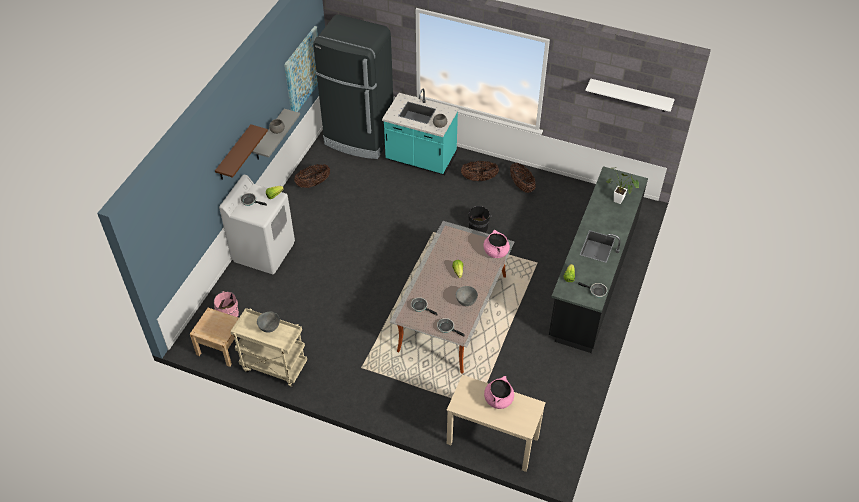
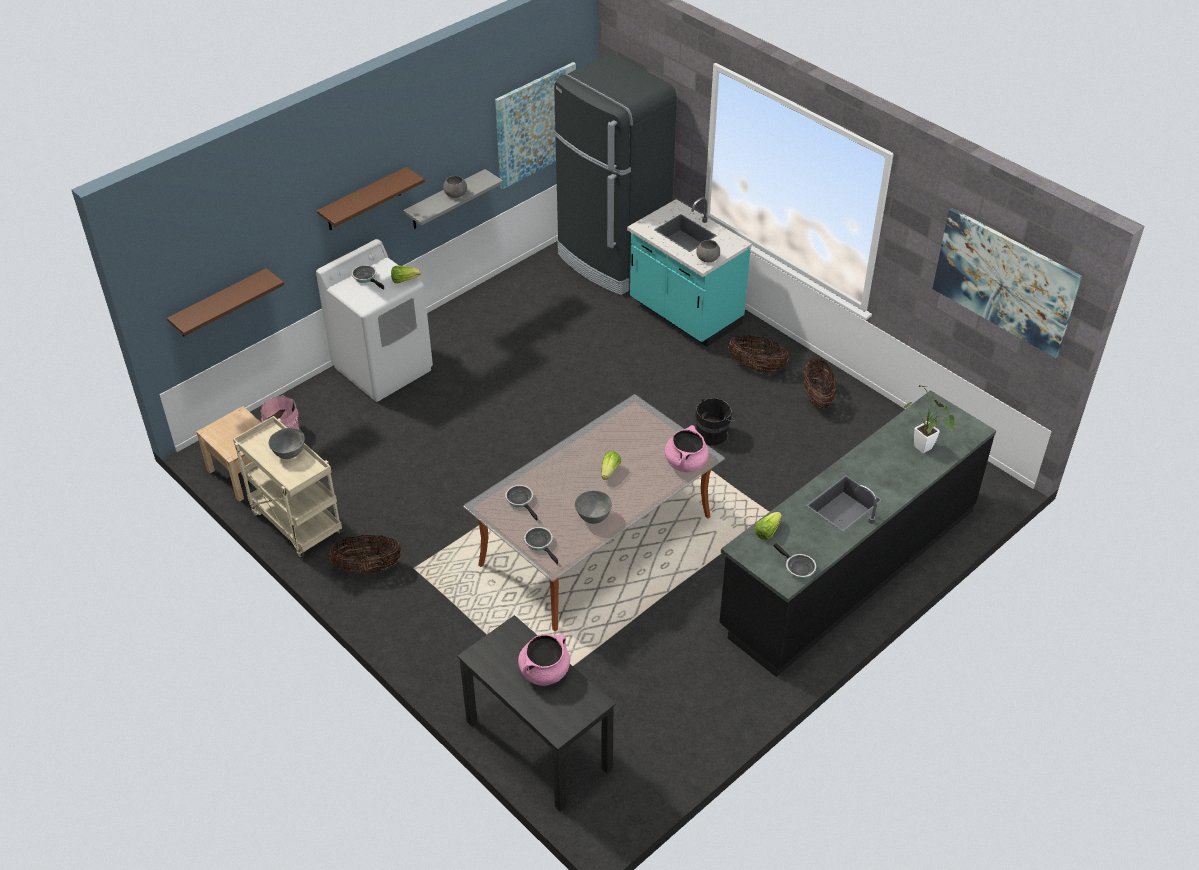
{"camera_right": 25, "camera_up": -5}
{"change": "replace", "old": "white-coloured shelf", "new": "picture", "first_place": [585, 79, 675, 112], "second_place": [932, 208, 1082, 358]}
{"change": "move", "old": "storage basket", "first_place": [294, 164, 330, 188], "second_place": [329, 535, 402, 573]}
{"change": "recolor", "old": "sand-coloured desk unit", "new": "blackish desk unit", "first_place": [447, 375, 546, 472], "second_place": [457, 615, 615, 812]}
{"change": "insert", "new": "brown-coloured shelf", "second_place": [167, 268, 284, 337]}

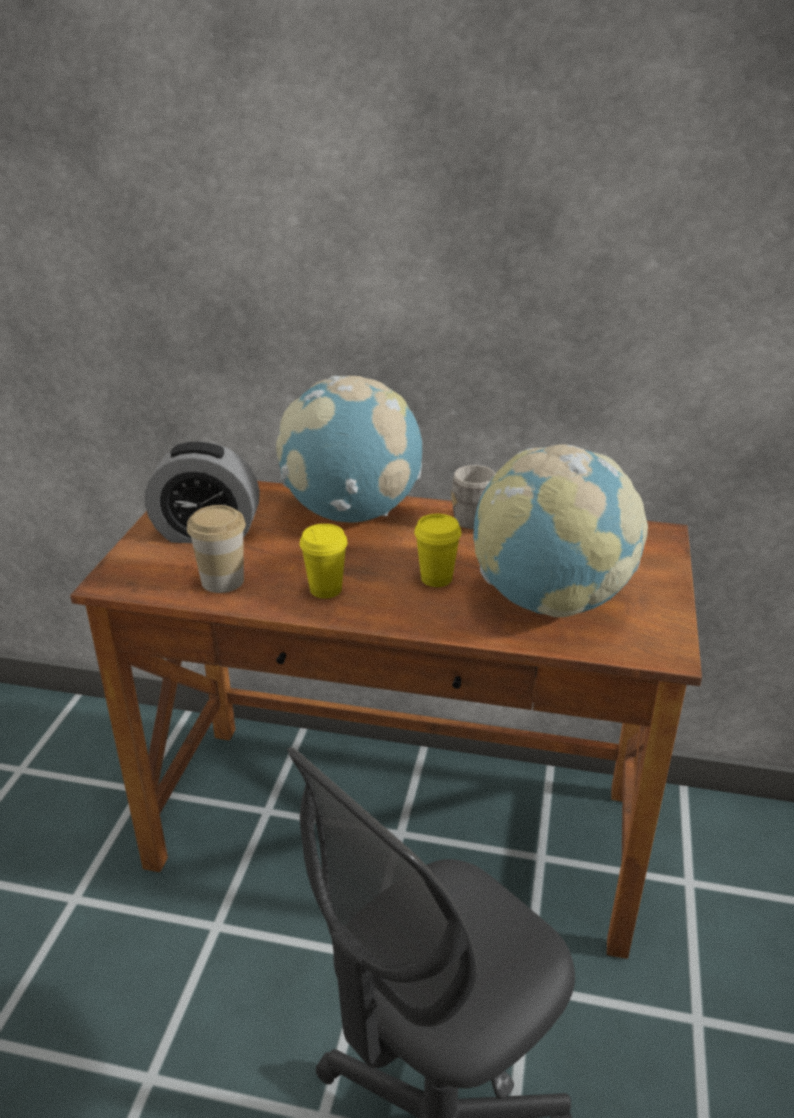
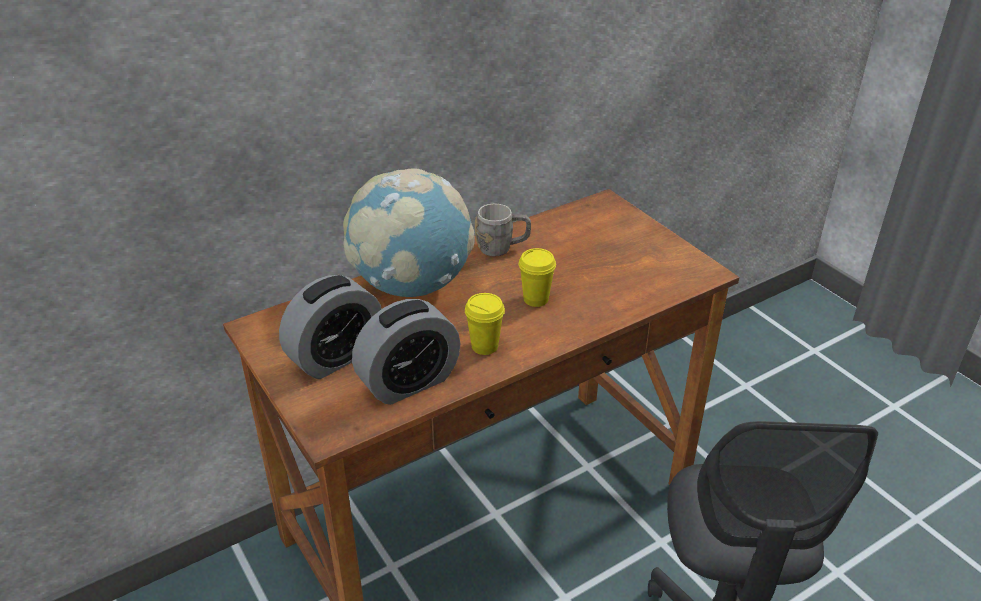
{"camera_right": -45, "camera_up": 5}
{"change": "delete", "old": "globe", "first_place": [473, 444, 648, 617]}
{"change": "replace", "old": "drinking cup", "new": "alarm clock", "first_place": [187, 505, 246, 593], "second_place": [352, 299, 460, 405]}

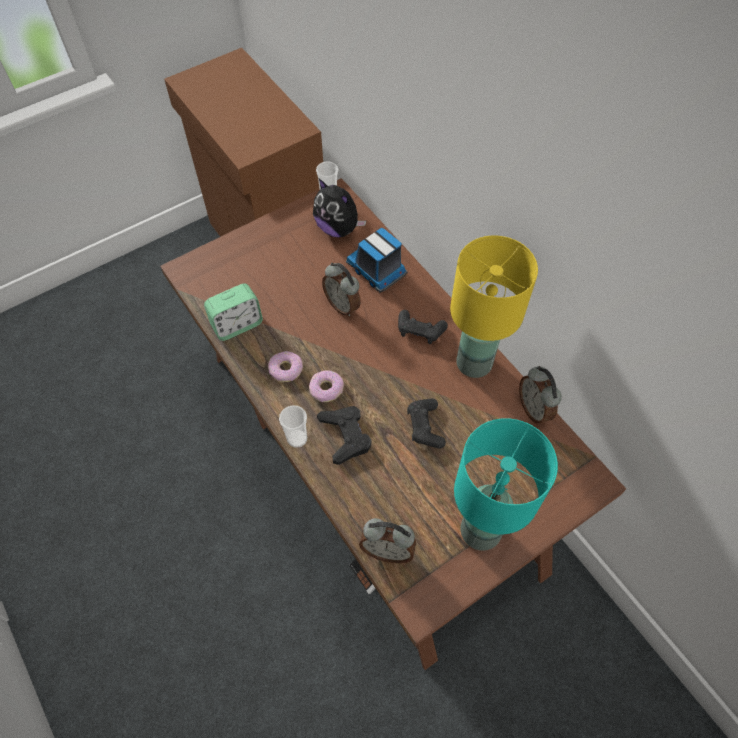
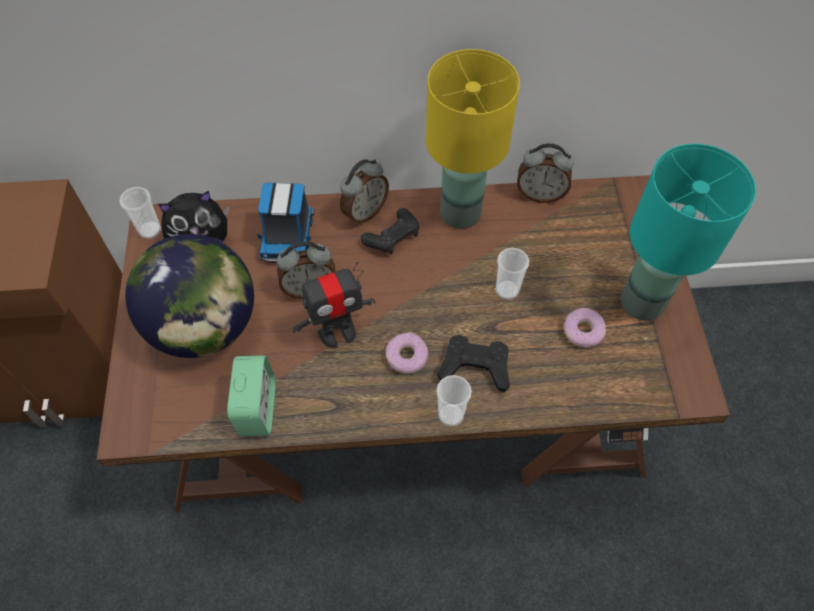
{"camera_right": -60, "camera_up": 0}
{"change": "rotate", "old": "toy truck", "first_place": [346, 228, 408, 292], "second_place": [257, 183, 314, 263], "degrees": -75}
{"change": "move", "old": "donut", "first_place": [268, 351, 303, 382], "second_place": [563, 308, 606, 348]}
{"change": "replace", "old": "blackish game controller", "new": "drinking cup", "first_place": [407, 398, 446, 449], "second_place": [496, 248, 529, 300]}
{"change": "move", "old": "alarm clock", "first_place": [359, 518, 416, 563], "second_place": [340, 159, 389, 225]}
{"change": "insert", "new": "globe", "second_place": [125, 234, 254, 358]}
{"change": "insert", "new": "model robot", "second_place": [292, 262, 375, 349]}

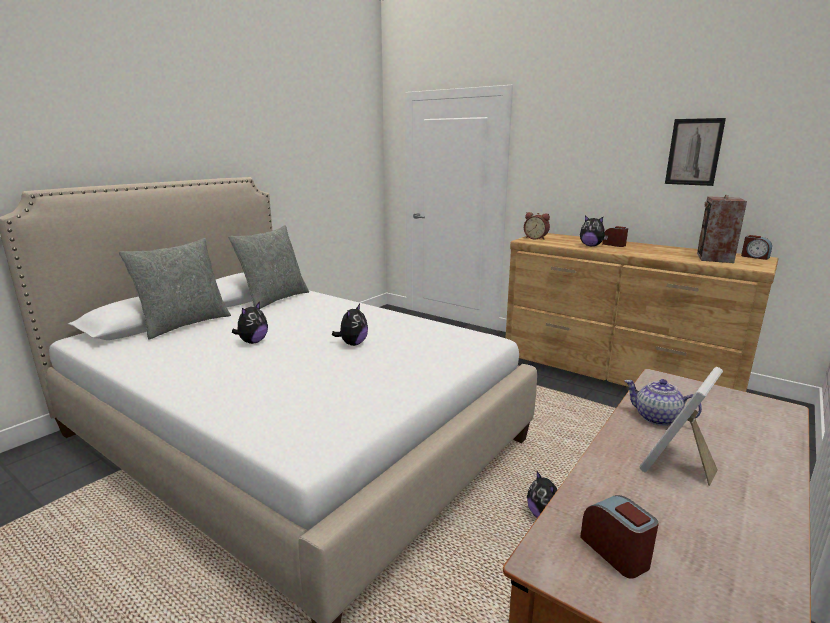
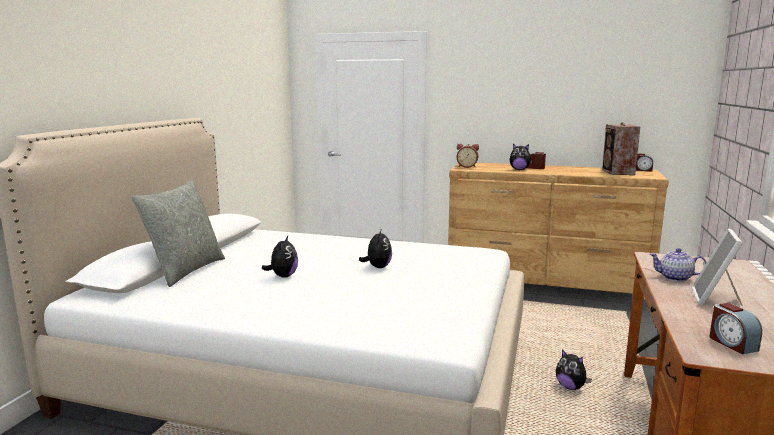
{"camera_right": -20, "camera_up": -5}
{"change": "delete", "old": "picture", "first_place": [665, 118, 726, 186]}
{"change": "delete", "old": "grey throw pillow", "first_place": [228, 225, 309, 309]}
{"change": "rotate", "old": "alarm clock", "first_place": [580, 495, 659, 579], "second_place": [709, 303, 762, 354], "degrees": -150}

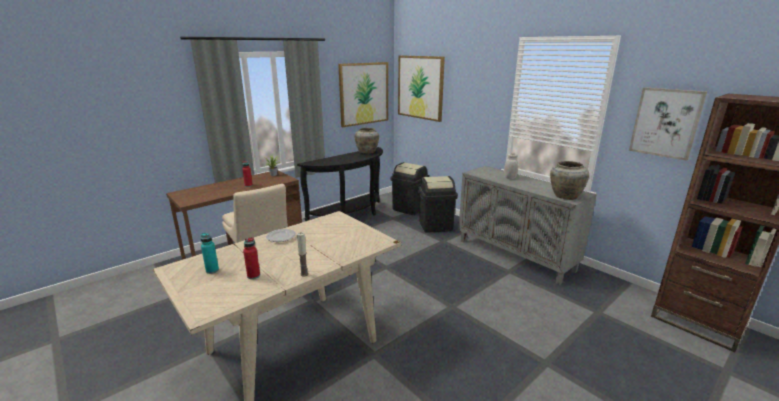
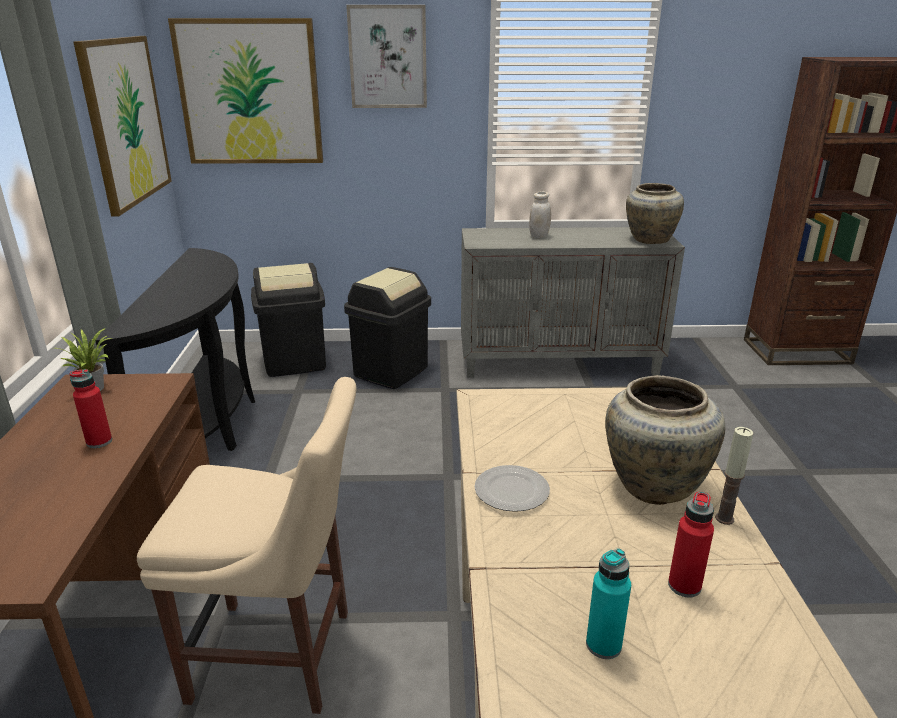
{"camera_right": -50, "camera_up": 5}
{"change": "move", "old": "picture", "first_place": [629, 87, 707, 161], "second_place": [346, 5, 427, 108]}
{"change": "move", "old": "sand-coloured flower vase", "first_place": [355, 128, 379, 154], "second_place": [605, 375, 725, 505]}

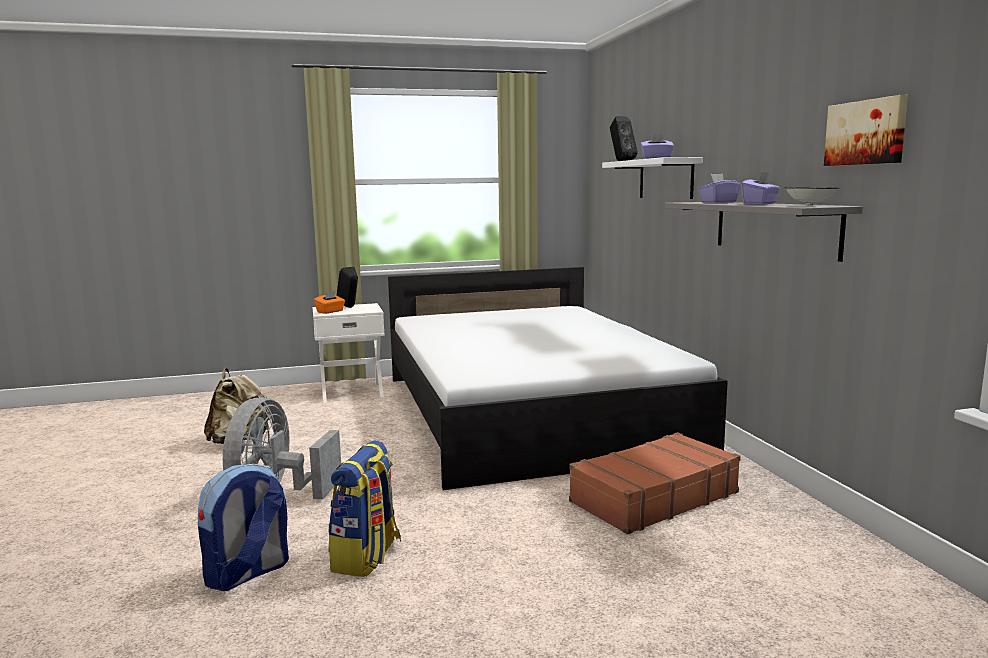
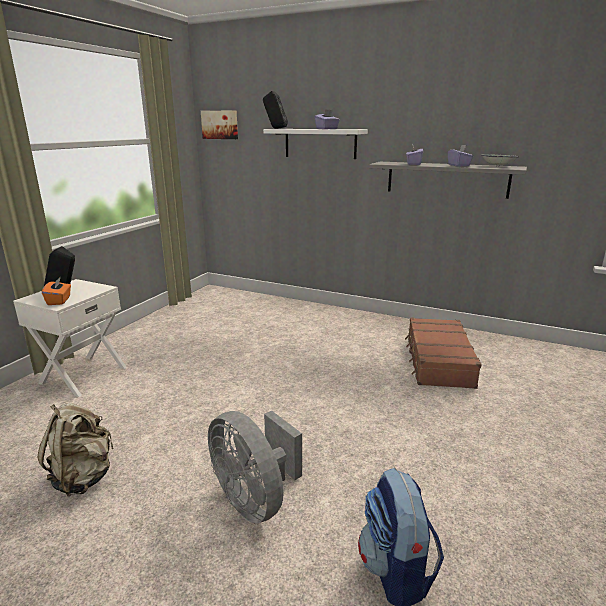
{"camera_right": -50, "camera_up": 10}
{"change": "move", "old": "picture", "first_place": [824, 95, 908, 166], "second_place": [201, 110, 238, 139]}
{"change": "delete", "old": "white-coloured bed", "first_place": [388, 267, 728, 490]}
{"change": "delete", "old": "backpack", "first_place": [329, 441, 401, 577]}

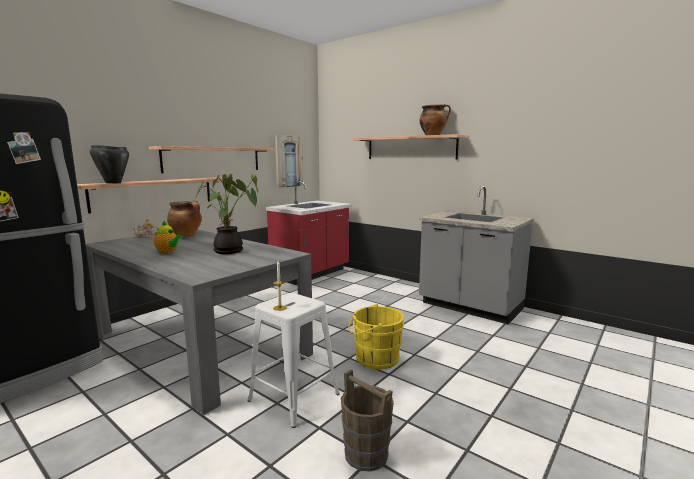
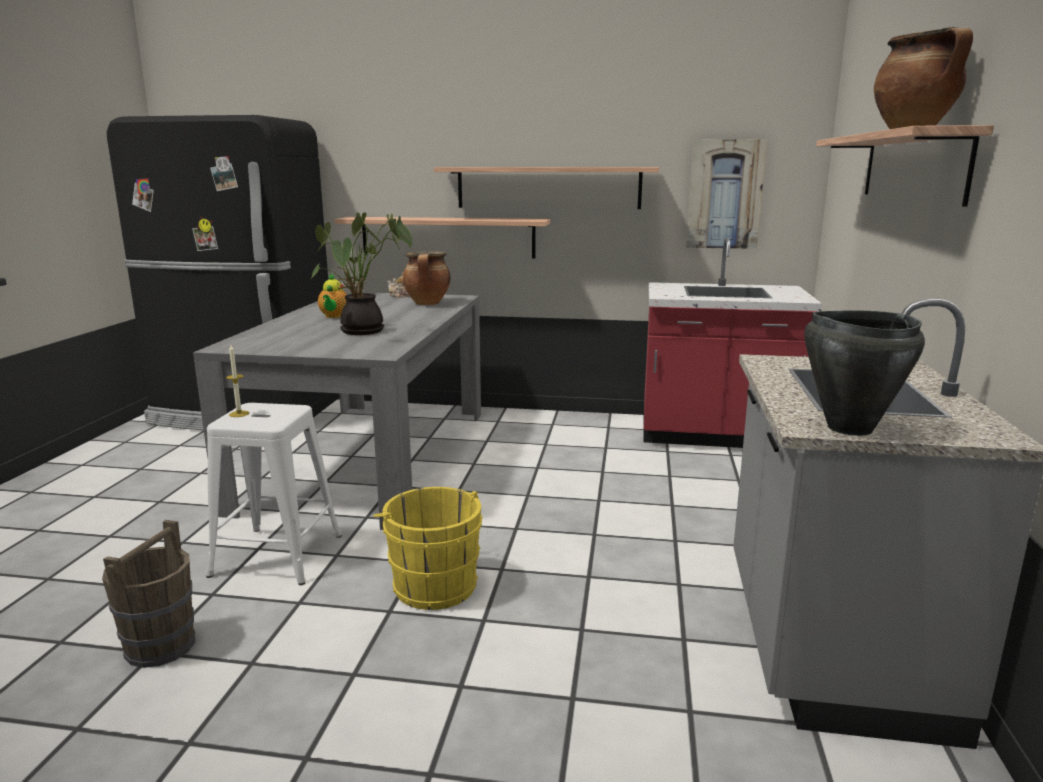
{"camera_right": 60, "camera_up": 5}
{"change": "move", "old": "blackish stockpot", "first_place": [90, 145, 129, 184], "second_place": [804, 310, 925, 436]}

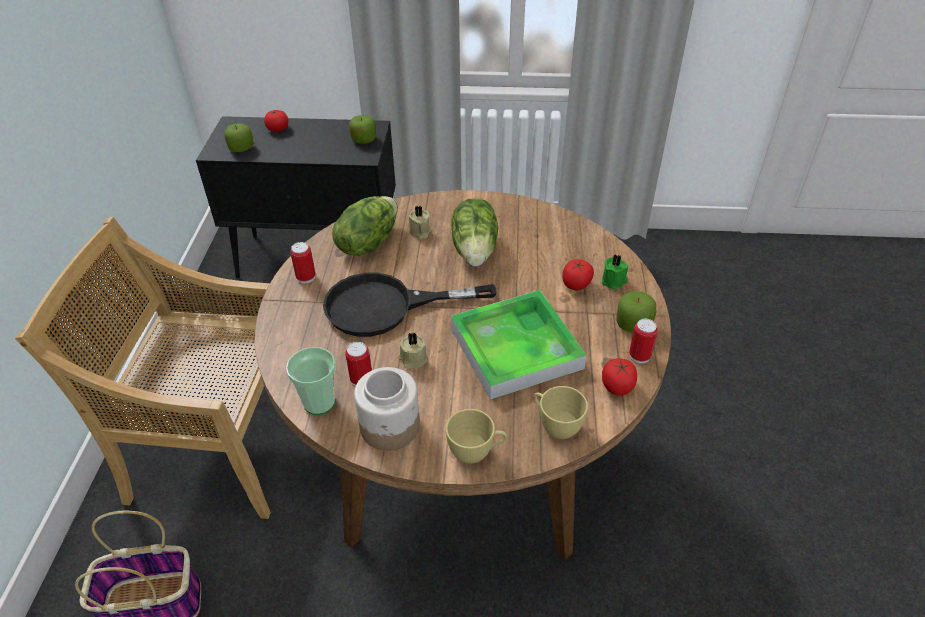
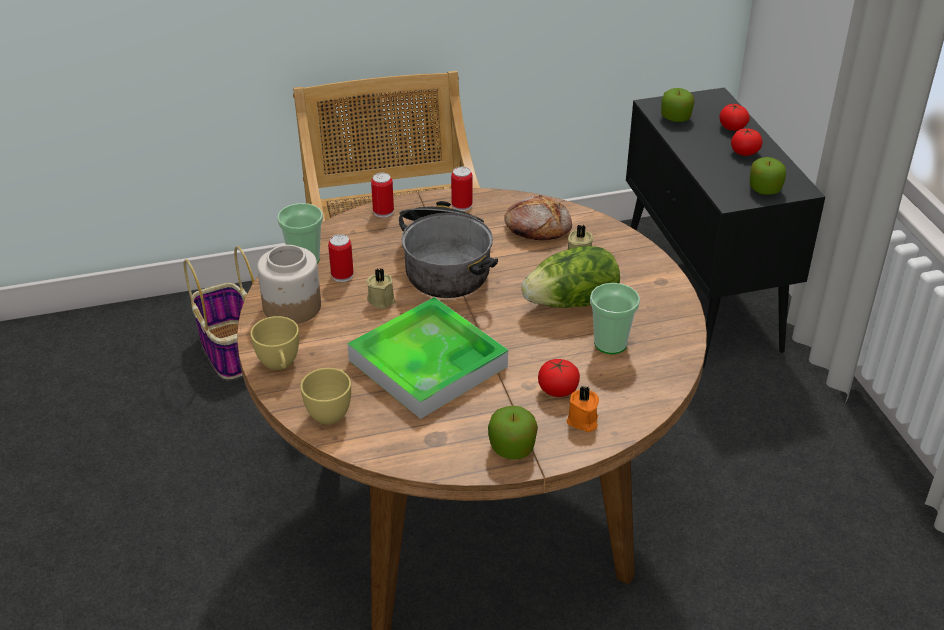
{"camera_right": 70, "camera_up": -5}
{"change": "replace", "old": "lettuce head", "new": "bakery bread", "first_place": [332, 196, 398, 256], "second_place": [504, 195, 572, 240]}
{"change": "recolor", "old": "green candle", "new": "orangey candle", "first_place": [602, 254, 628, 290], "second_place": [567, 386, 599, 432]}
{"change": "replace", "old": "blackish skillet", "new": "stockpot", "first_place": [323, 273, 496, 337], "second_place": [399, 201, 498, 298]}
{"change": "move", "old": "sealed can", "first_place": [629, 319, 658, 363], "second_place": [371, 173, 394, 218]}
{"change": "move", "old": "whole tomato", "first_place": [602, 358, 637, 395], "second_place": [731, 128, 762, 156]}
{"change": "insert", "new": "drinking cup", "second_place": [590, 283, 640, 355]}

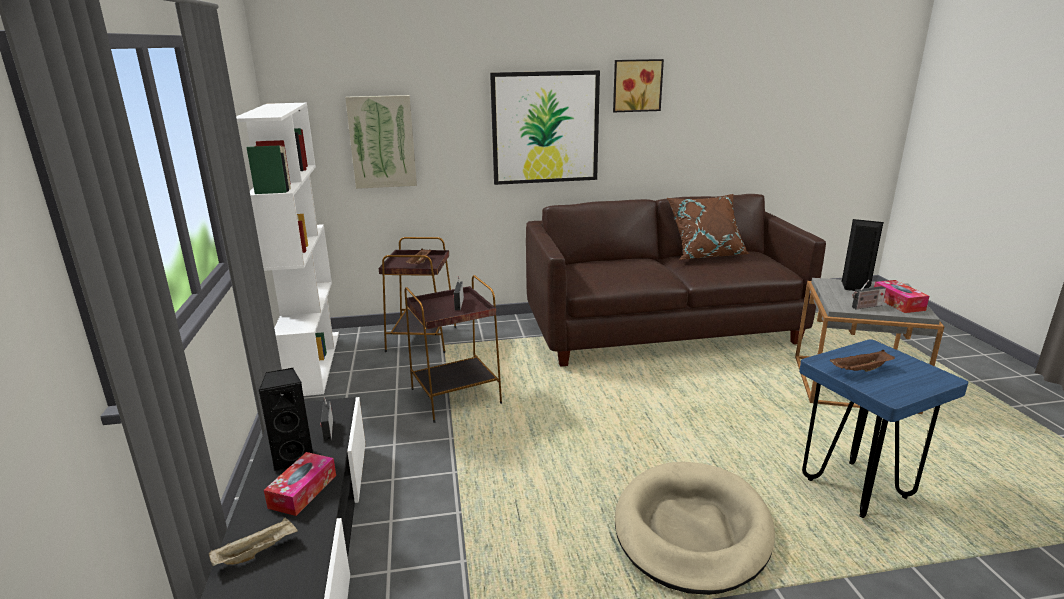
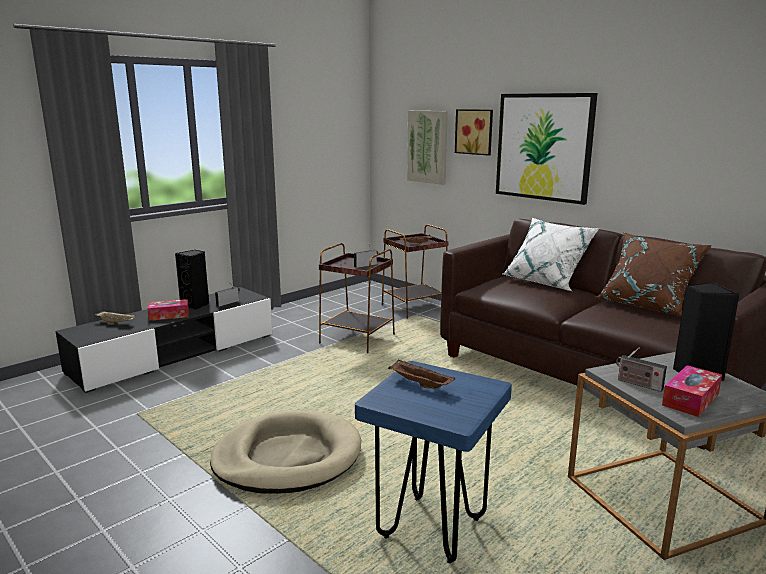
{"camera_right": 55, "camera_up": -5}
{"change": "move", "old": "picture", "first_place": [613, 59, 664, 112], "second_place": [455, 109, 493, 156]}
{"change": "delete", "old": "white-coloured shelving unit", "first_place": [236, 103, 339, 396]}
{"change": "insert", "new": "white-coloured throw pillow", "second_place": [503, 217, 600, 291]}

